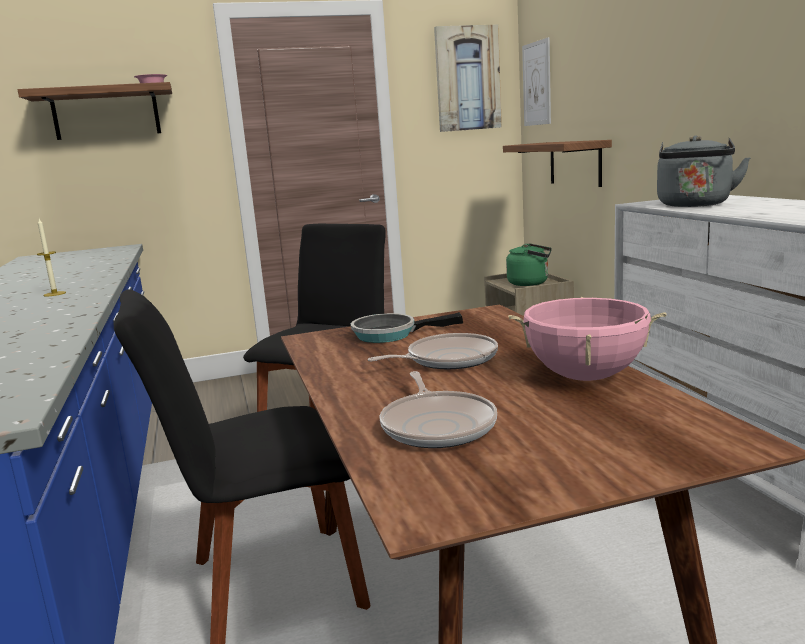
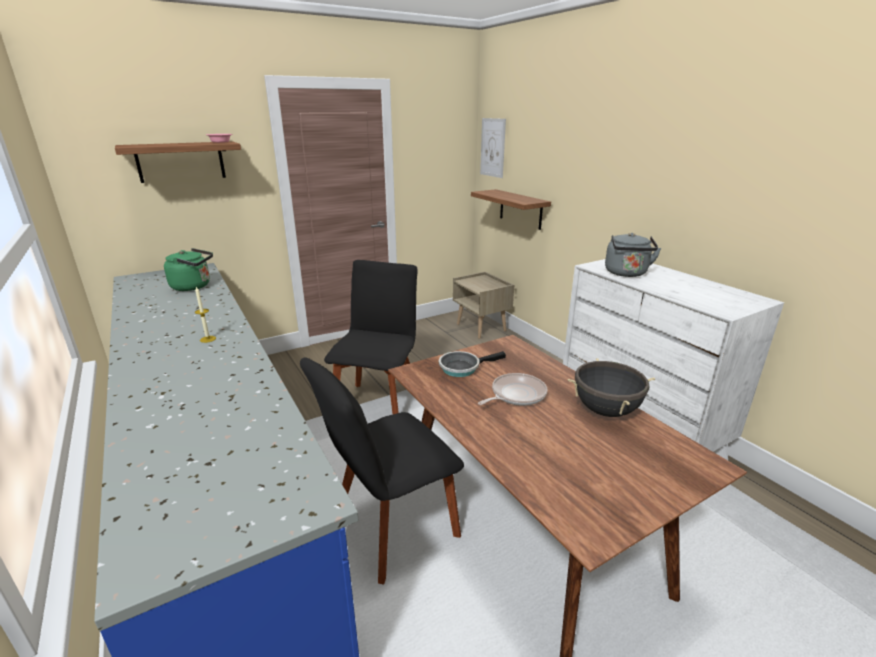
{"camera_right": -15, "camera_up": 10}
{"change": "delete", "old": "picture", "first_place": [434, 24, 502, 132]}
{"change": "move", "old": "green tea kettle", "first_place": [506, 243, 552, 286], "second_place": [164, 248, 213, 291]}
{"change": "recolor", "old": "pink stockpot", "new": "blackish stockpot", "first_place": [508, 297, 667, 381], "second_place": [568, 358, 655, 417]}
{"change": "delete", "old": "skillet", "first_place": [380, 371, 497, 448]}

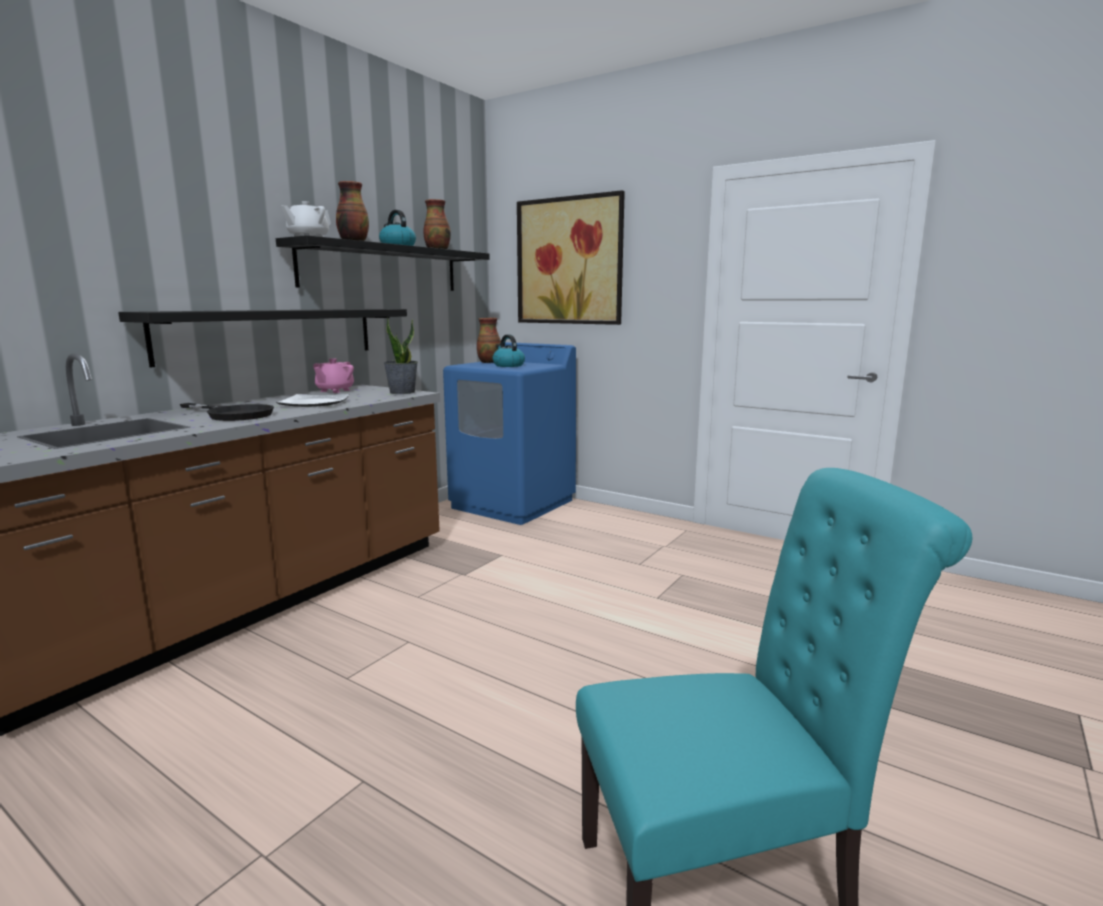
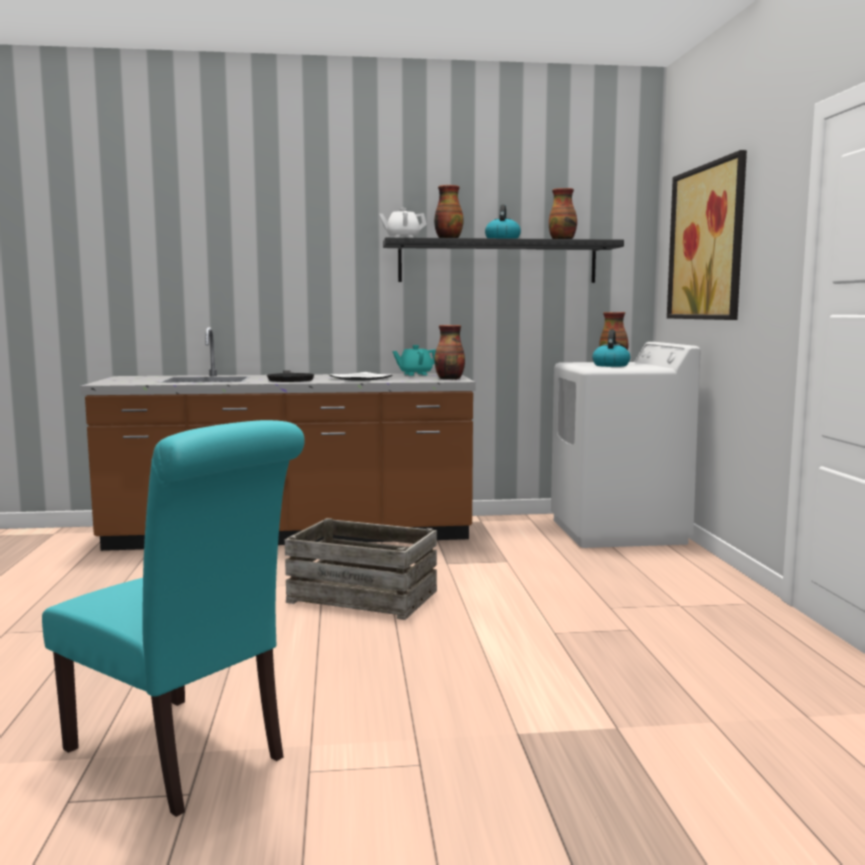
{"camera_right": 50, "camera_up": -5}
{"change": "delete", "old": "blackish shelf", "first_place": [118, 309, 407, 368]}
{"change": "replace", "old": "houseplant", "new": "flower vase", "first_place": [383, 317, 418, 394], "second_place": [434, 325, 465, 380]}
{"change": "recolor", "old": "bluish laundry appliance", "new": "white-coloured laundry appliance", "first_place": [443, 342, 576, 525], "second_place": [551, 342, 701, 548]}
{"change": "recolor", "old": "pink teapot", "new": "turquoise-coloured teapot", "first_place": [313, 358, 354, 393], "second_place": [392, 345, 436, 376]}
{"change": "insert", "new": "packing crate", "second_place": [285, 518, 437, 620]}

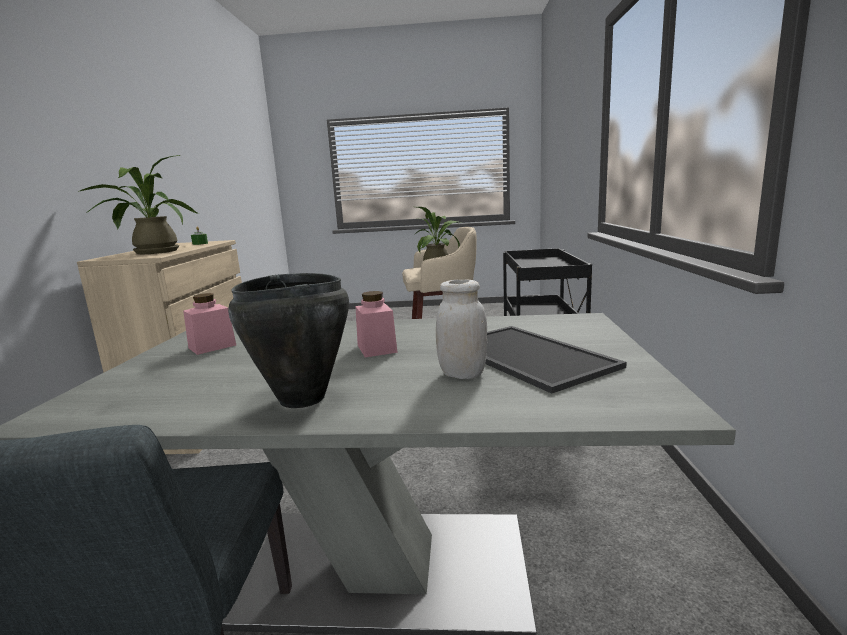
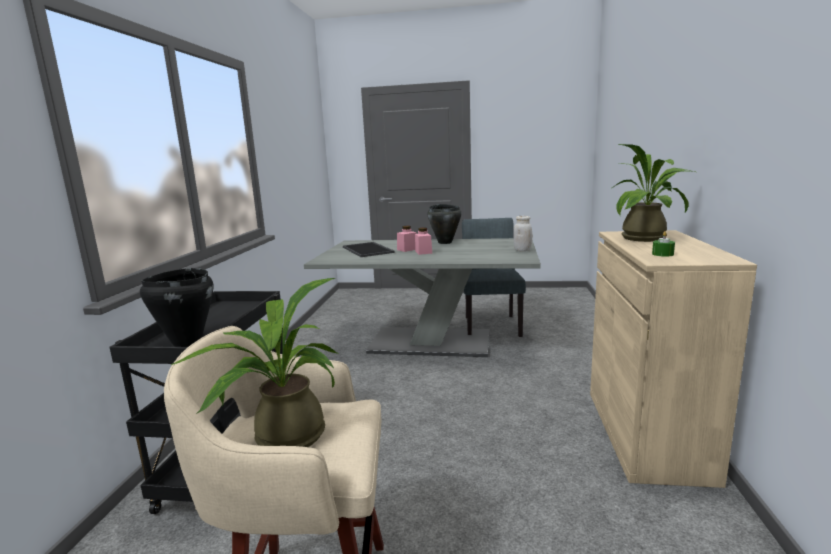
{"camera_right": -175, "camera_up": 0}
{"change": "move", "old": "white-coloured storage jar", "first_place": [436, 280, 487, 379], "second_place": [513, 216, 532, 252]}
{"change": "move", "old": "pink storage jar", "first_place": [183, 293, 236, 355], "second_place": [397, 226, 417, 252]}
{"change": "insert", "new": "blackish stockpot", "second_place": [140, 268, 213, 347]}

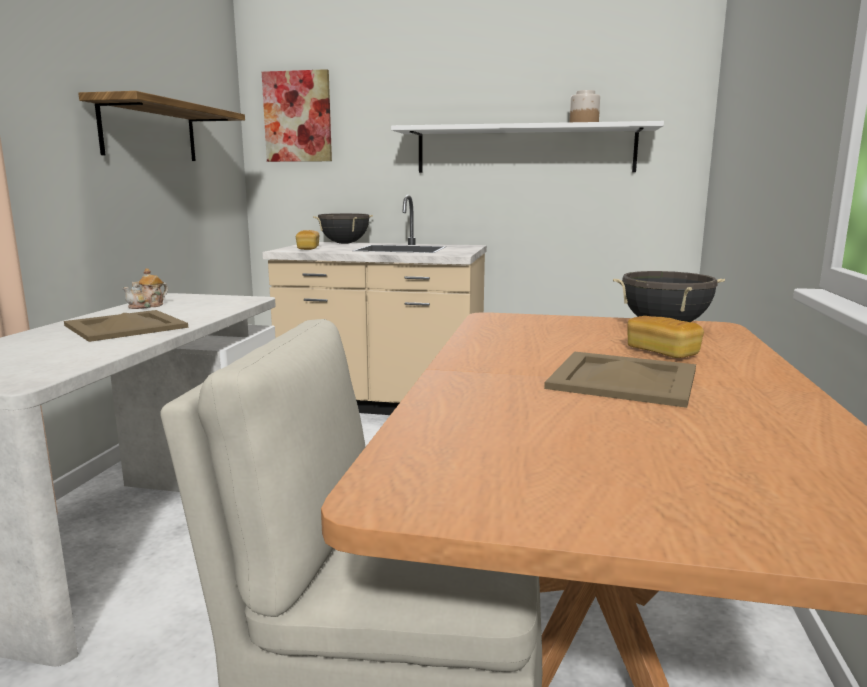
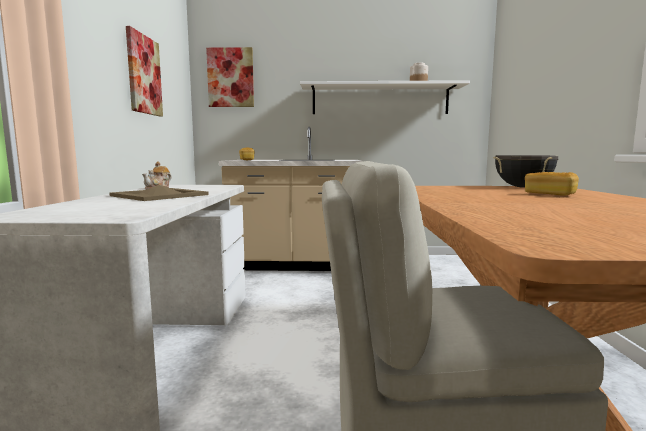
{"camera_right": -10, "camera_up": -5}
{"change": "replace", "old": "shelf", "new": "picture", "first_place": [78, 91, 245, 161], "second_place": [126, 26, 163, 116]}
{"change": "delete", "old": "blackish stockpot", "first_place": [313, 213, 373, 244]}
{"change": "delete", "old": "sand-coloured carrying tray", "first_place": [544, 351, 696, 408]}

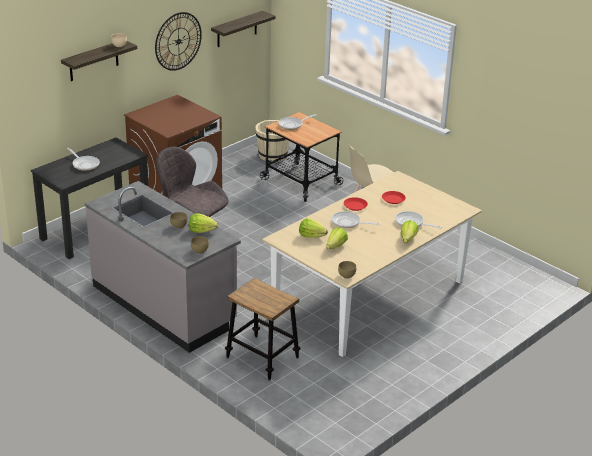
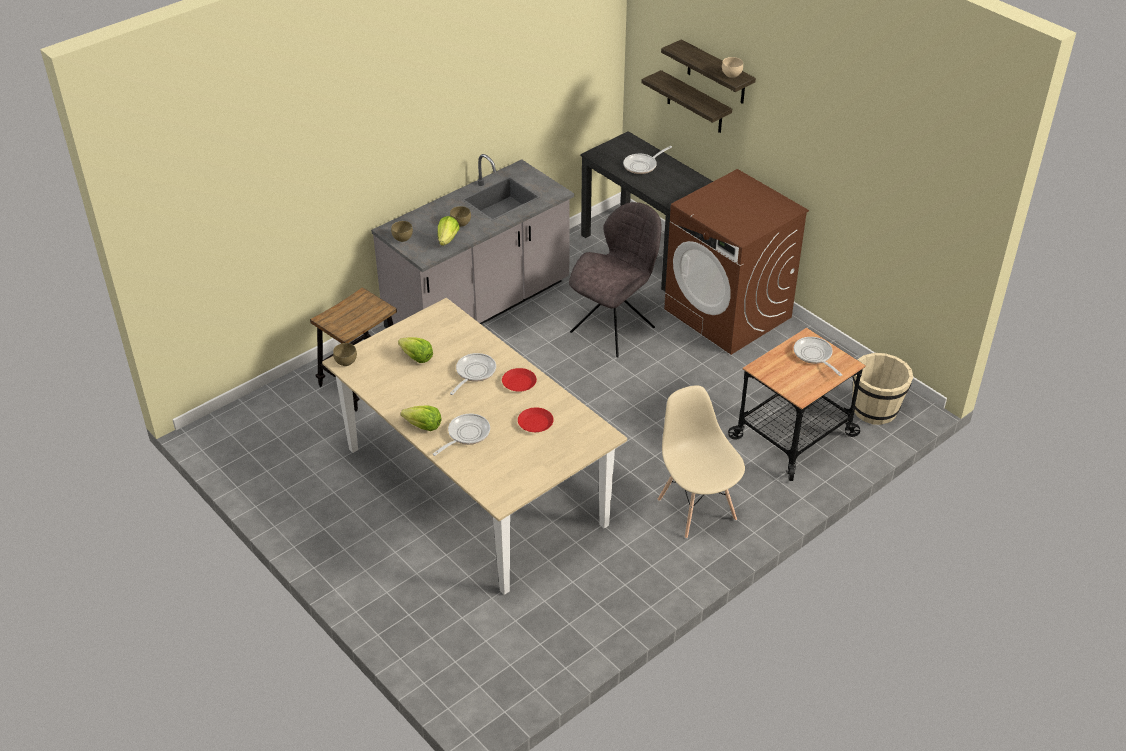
{"camera_right": 95, "camera_up": 10}
{"change": "move", "old": "shelf", "first_place": [211, 11, 276, 47], "second_place": [641, 70, 732, 133]}
{"change": "delete", "old": "hanging clock", "first_place": [155, 12, 202, 71]}
{"change": "delete", "old": "lettuce head", "first_place": [299, 218, 328, 238]}

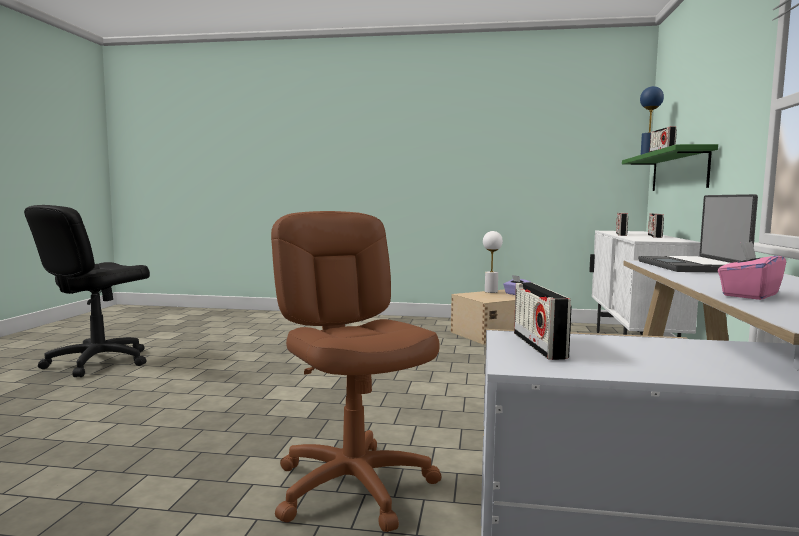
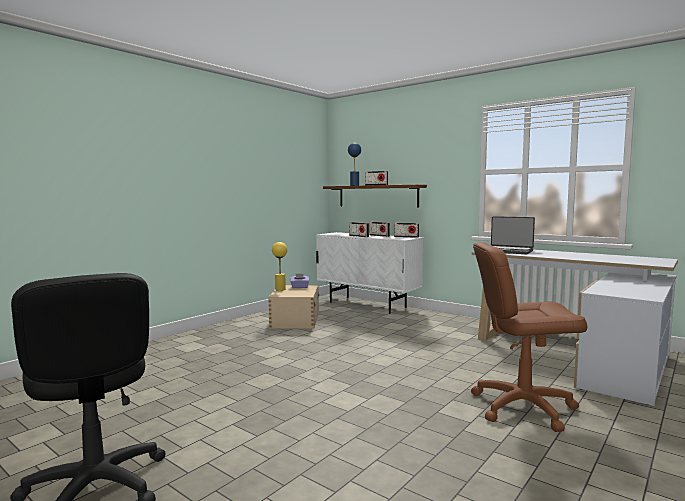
{"camera_right": -60, "camera_up": 0}
{"change": "recolor", "old": "green shelf", "new": "brown-coloured shelf", "first_place": [622, 144, 718, 191], "second_place": [323, 185, 427, 208]}
{"change": "recolor", "old": "white-coloured lamp for a table", "new": "yellow lamp for a table", "first_place": [483, 231, 503, 293], "second_place": [272, 242, 287, 291]}
{"change": "delete", "old": "pink tissue box", "first_place": [718, 241, 786, 300]}
{"change": "move", "old": "radio set", "first_place": [514, 282, 572, 360], "second_place": [394, 223, 419, 238]}

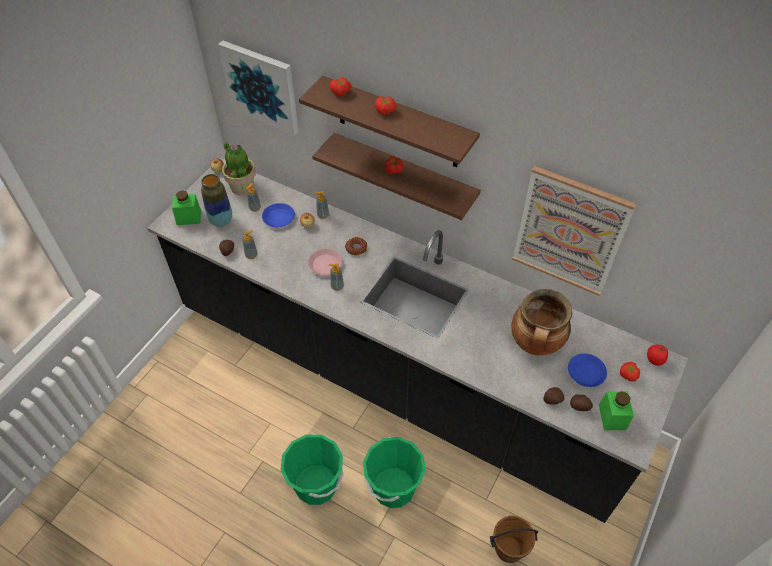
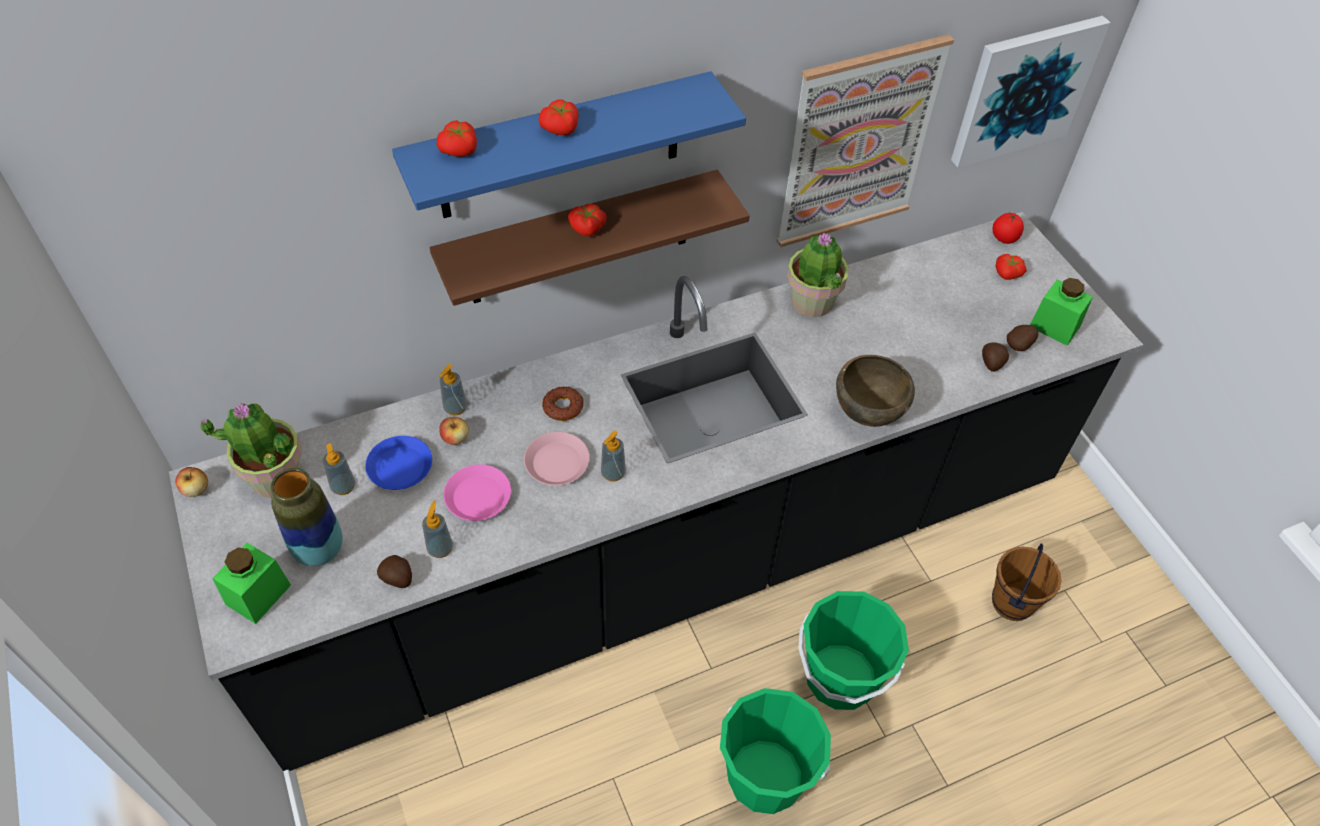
{"camera_right": -55, "camera_up": 0}
{"change": "move", "old": "picture", "first_place": [218, 40, 299, 135], "second_place": [951, 16, 1111, 167]}
{"change": "recolor", "old": "brown-coloured shelf", "new": "bluish shelf", "first_place": [299, 76, 480, 167], "second_place": [392, 71, 746, 218]}
{"change": "delete", "old": "stockpot", "first_place": [511, 289, 572, 355]}
{"change": "delete", "old": "bluish plate", "first_place": [568, 354, 607, 387]}
{"change": "insert", "new": "houseplant", "second_place": [787, 233, 849, 317]}
{"change": "insert", "new": "brown-coloured deep dish", "second_place": [836, 355, 915, 427]}
{"change": "insert", "new": "pink plate", "second_place": [444, 464, 511, 521]}

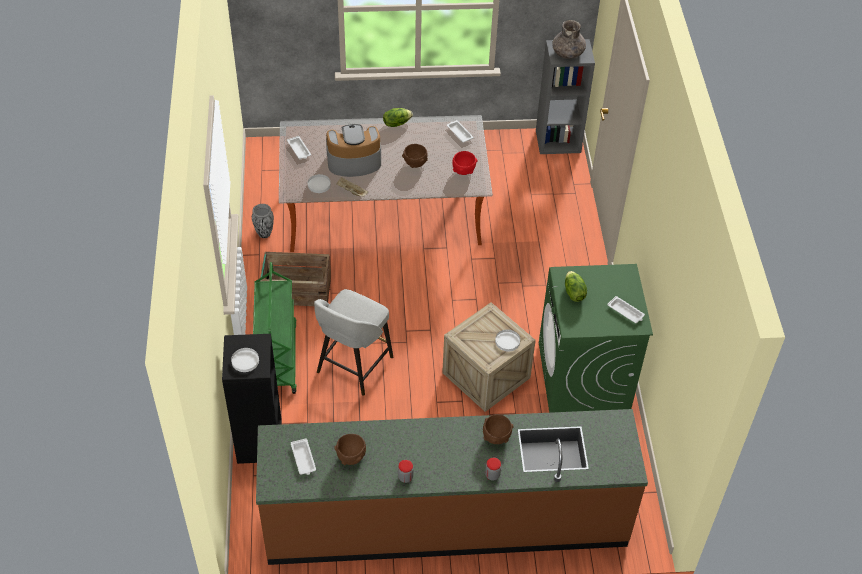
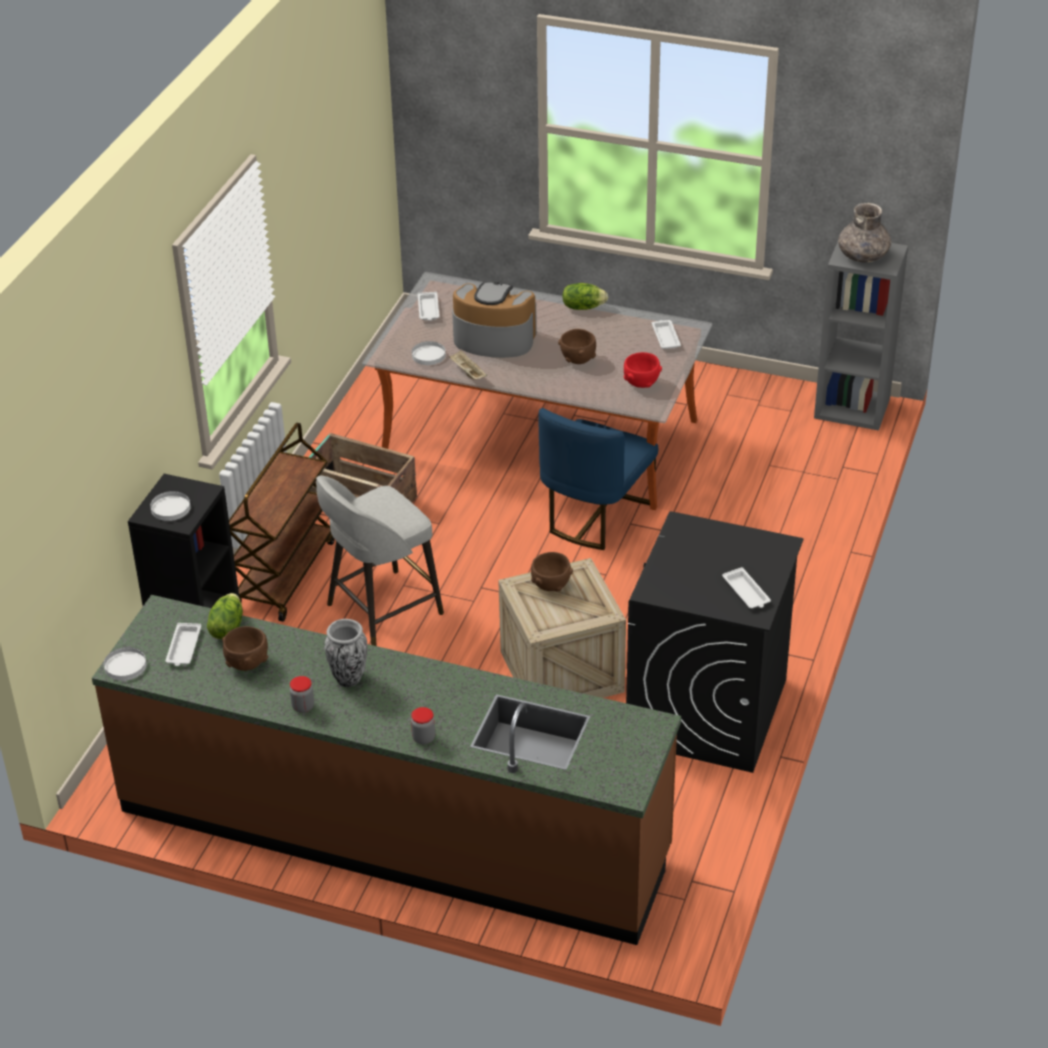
{"camera_right": 25, "camera_up": -10}
{"change": "move", "old": "flower vase", "first_place": [252, 204, 274, 238], "second_place": [325, 619, 368, 687]}
{"change": "recolor", "old": "green wheeled cart", "new": "brown-coloured wheeled cart", "first_place": [253, 262, 297, 394], "second_place": [229, 423, 335, 622]}
{"change": "recolor", "old": "green laundry appliance", "new": "blackish laundry appliance", "first_place": [539, 264, 653, 413], "second_place": [626, 511, 804, 773]}
{"change": "move", "old": "lettuce head", "first_place": [565, 271, 587, 302], "second_place": [207, 593, 243, 639]}
{"change": "move", "old": "white-coloured plate", "first_place": [495, 329, 520, 351], "second_place": [104, 647, 147, 681]}
{"change": "move", "old": "brown-coloured deep dish", "first_place": [483, 414, 514, 444], "second_place": [531, 552, 573, 592]}
{"change": "insert", "new": "bluish upright chair", "second_place": [539, 408, 658, 550]}

